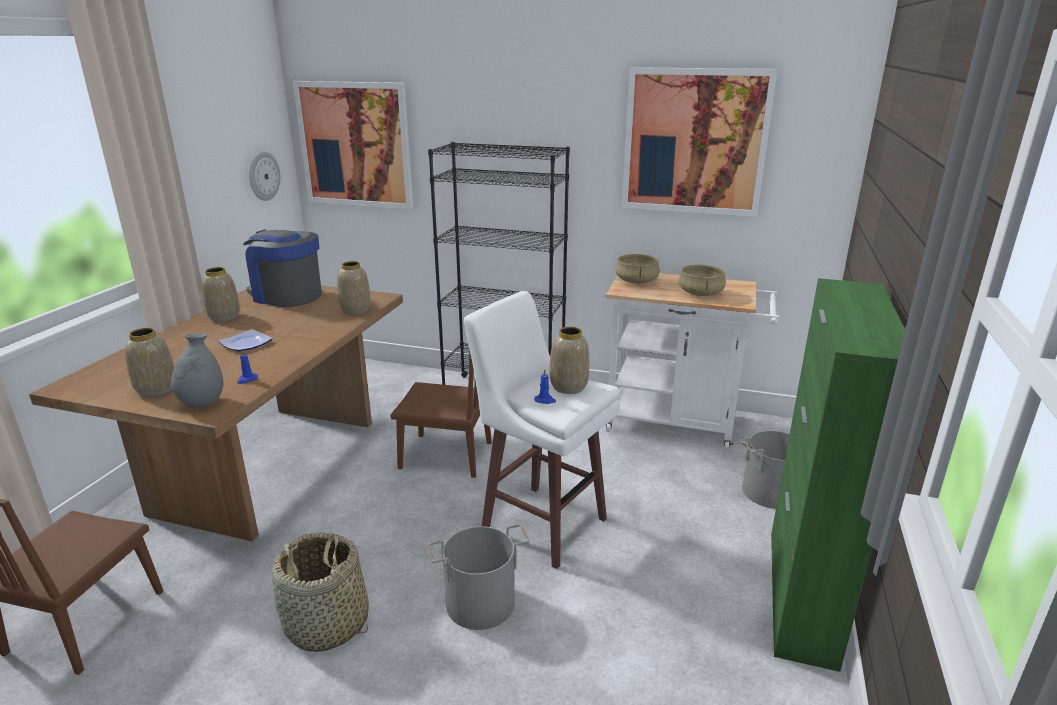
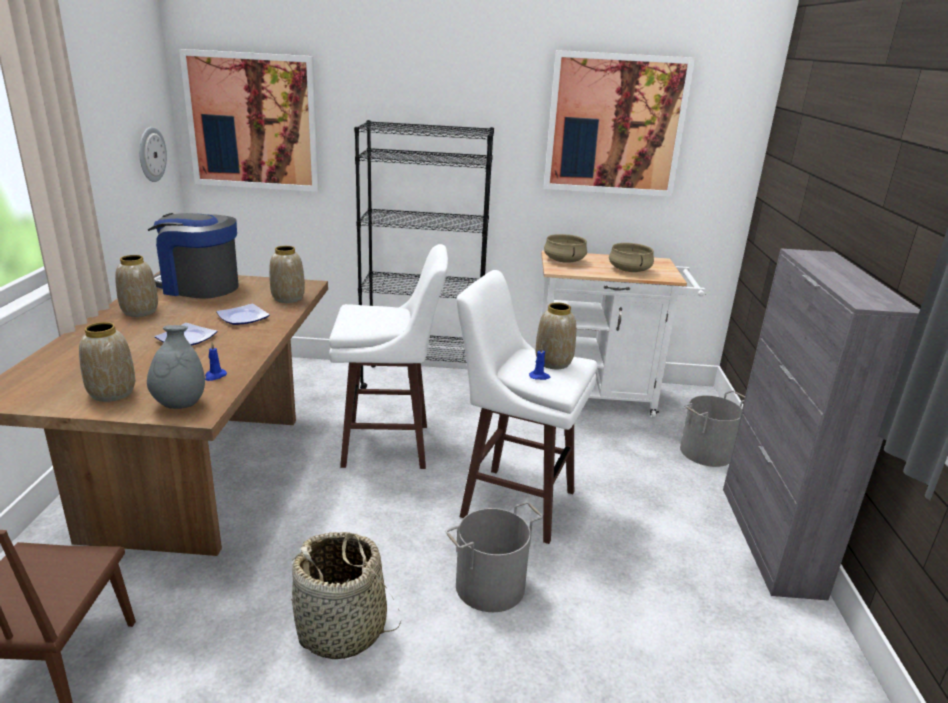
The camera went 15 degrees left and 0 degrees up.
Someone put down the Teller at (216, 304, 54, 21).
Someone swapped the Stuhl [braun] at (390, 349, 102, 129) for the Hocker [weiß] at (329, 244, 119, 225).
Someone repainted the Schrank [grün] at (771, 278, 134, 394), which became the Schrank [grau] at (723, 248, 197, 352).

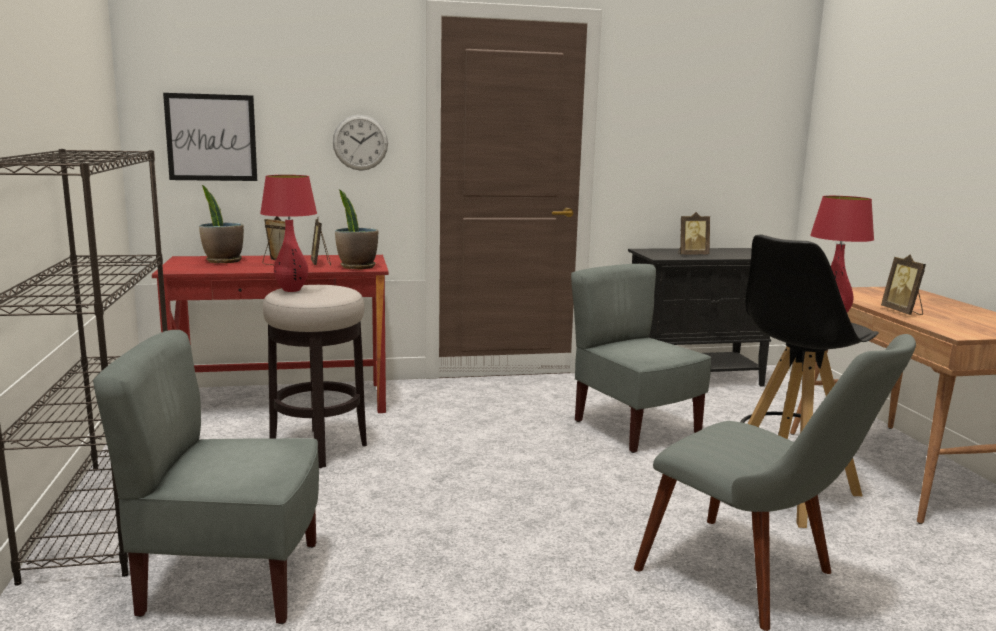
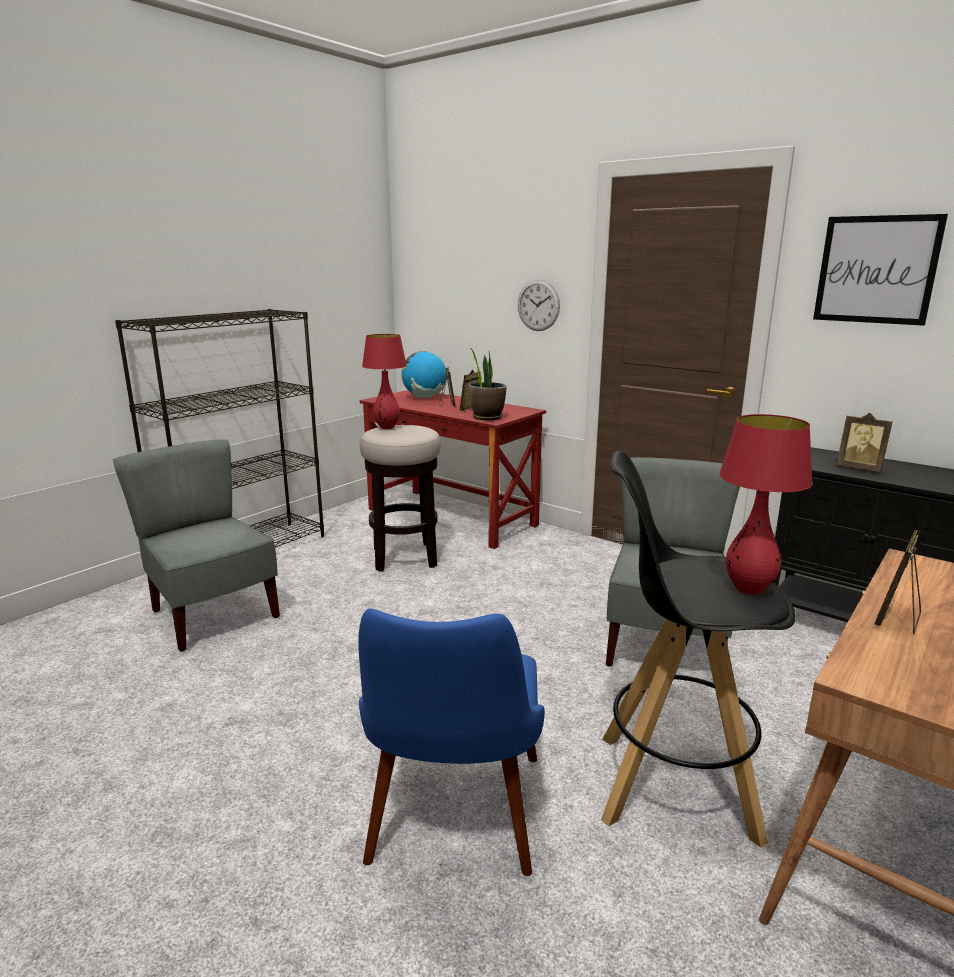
The camera went 50 degrees right and 5 degrees up.
Someone carried the Bild from (163, 93, 94, 88) to (813, 214, 135, 112).
Someone swapped the Topfpflanze at (199, 185, 45, 78) for the Globus at (401, 351, 46, 47).
Someone repainted the Stuhl [grau] at (634, 334, 282, 297), which became the Stuhl [blau] at (358, 608, 187, 268).

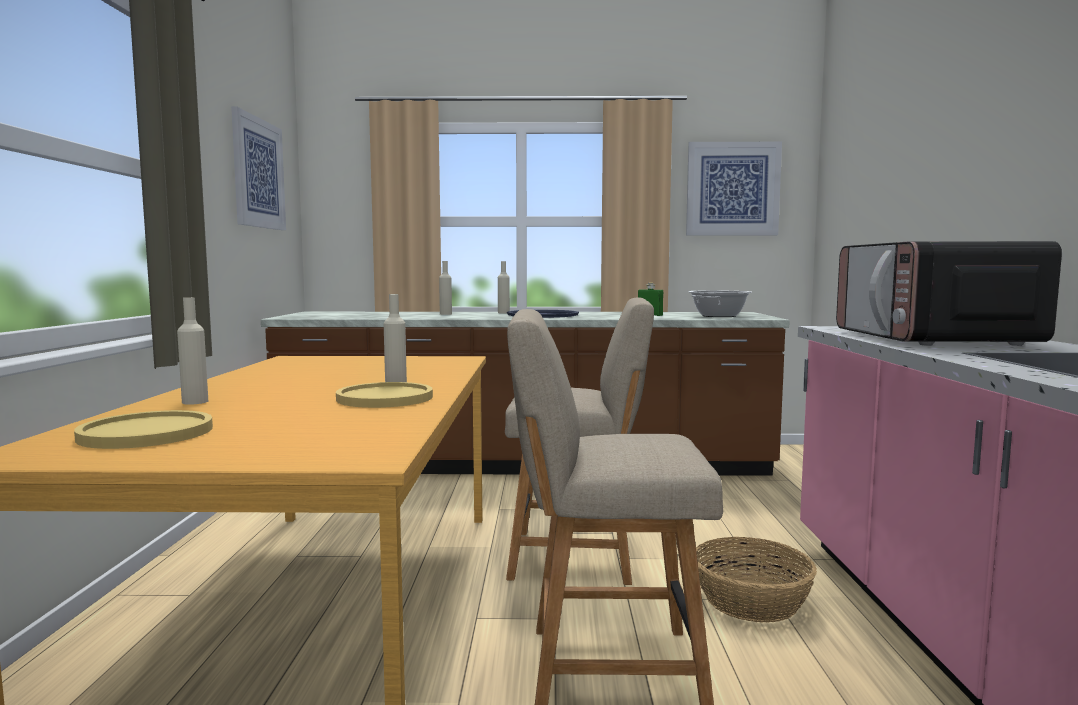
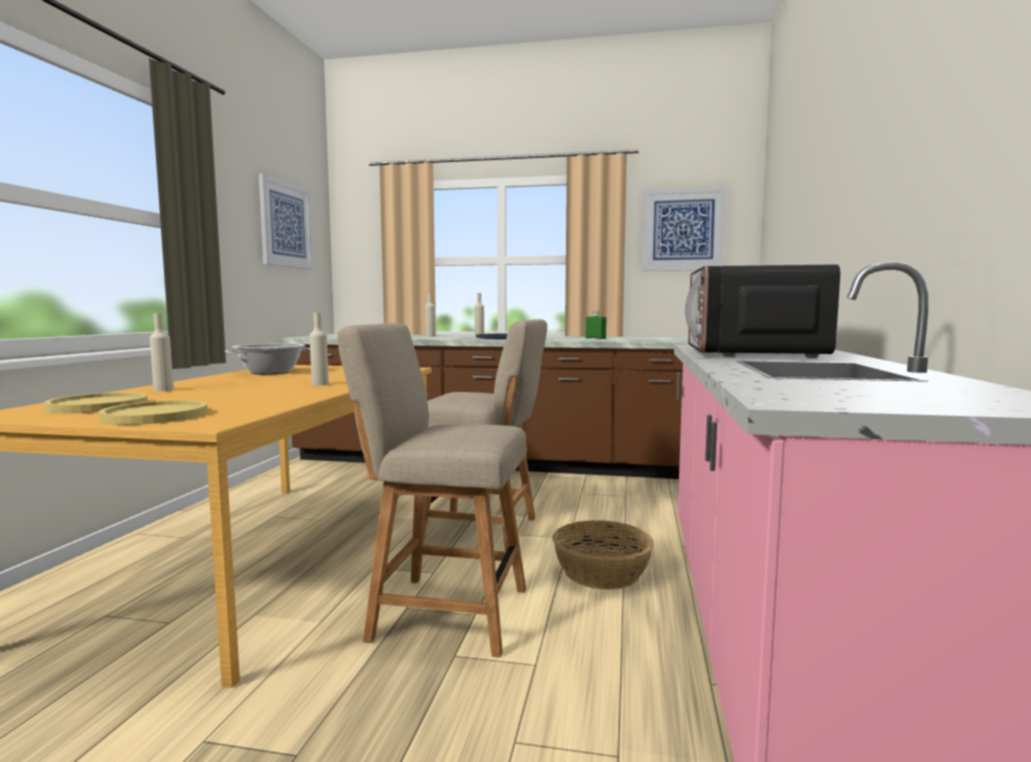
The camera went 10 degrees right and 0 degrees up.
Someone carried the Teller [gelb] from (336, 382, 97, 26) to (98, 400, 109, 25).
Someone carried the Kochtopf from (688, 290, 64, 27) to (225, 344, 85, 31).

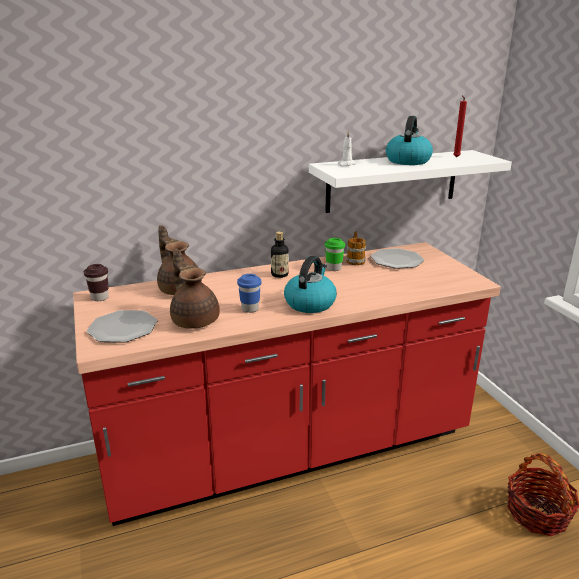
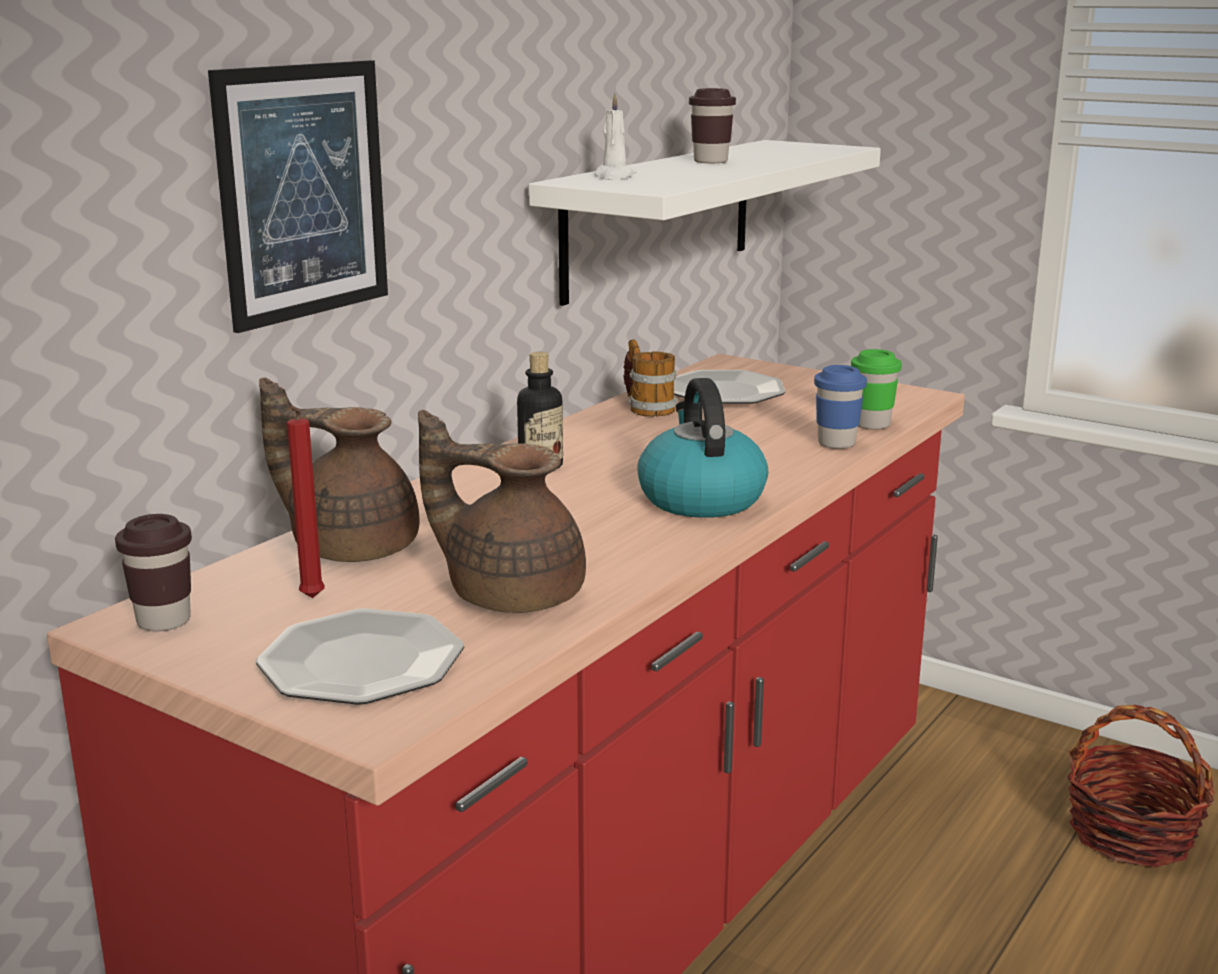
The camera went 35 degrees left and 5 degrees down.
Someone put up the Bild at (208, 60, 180, 273).
Someone carried the Tasse [blau] from (237, 274, 24, 39) to (814, 365, 53, 84).
Someone carried the Tasse [grün] from (325, 238, 20, 33) to (851, 349, 51, 81).
Someone carried the Kerze [rot] from (453, 95, 14, 62) to (287, 406, 38, 192).
Someone swapped the Wasserkessel at (386, 116, 47, 49) for the Tasse [braun] at (689, 88, 47, 75).

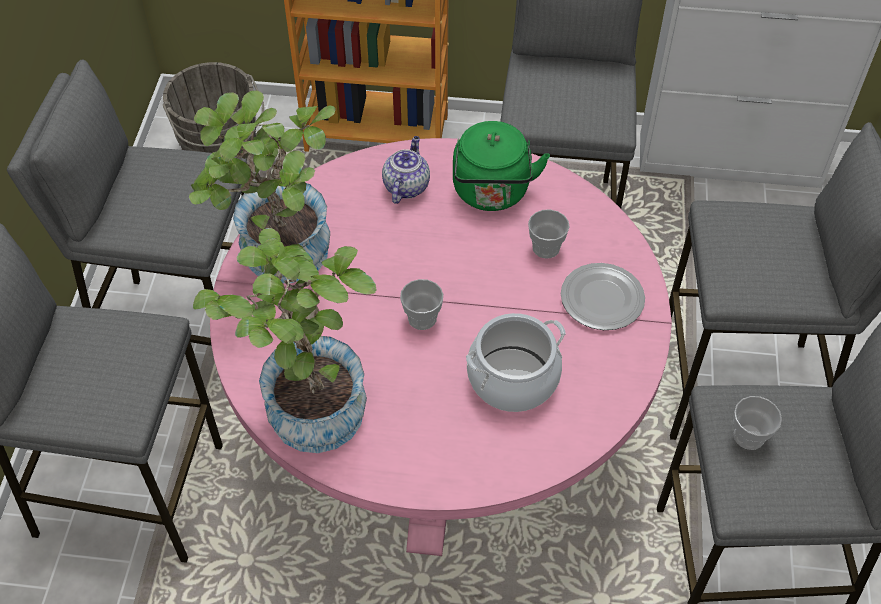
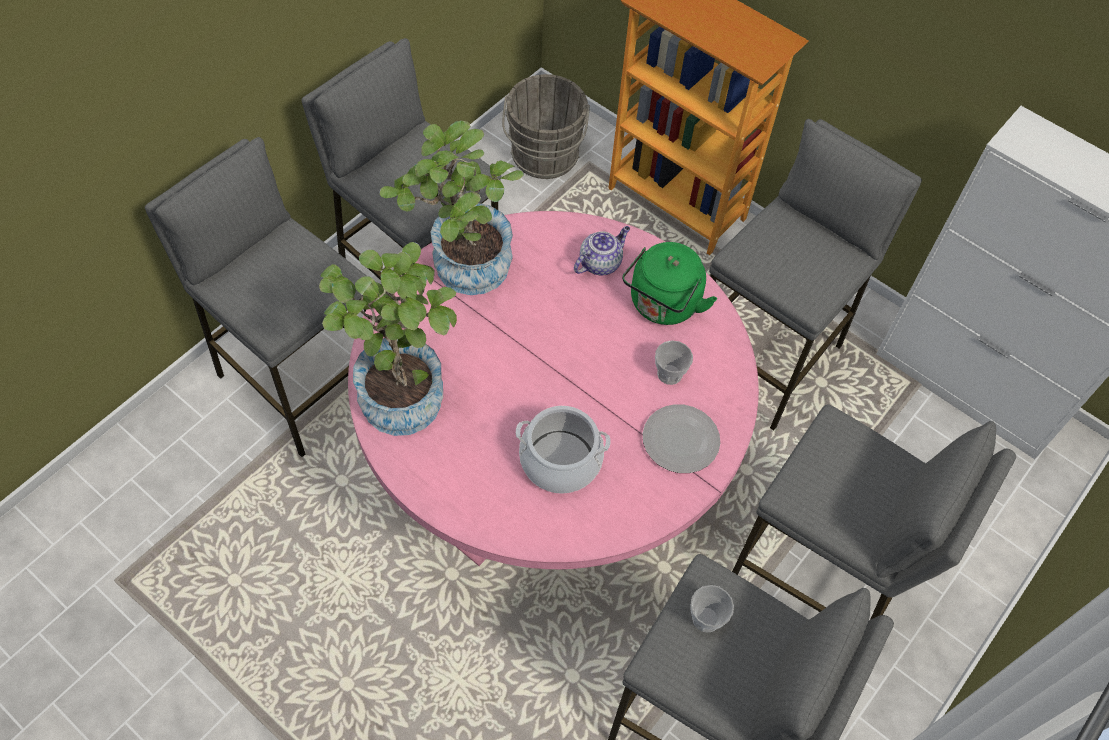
The camera went 30 degrees right and 5 degrees up.
Someone took away the Tasse at (400, 279, 43, 51).

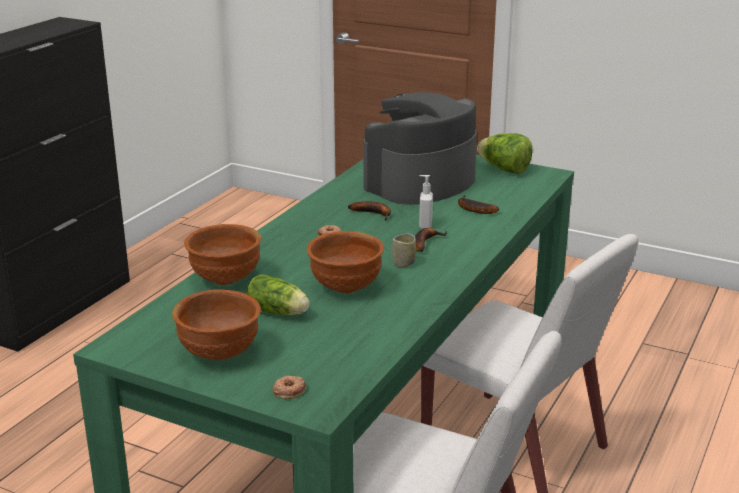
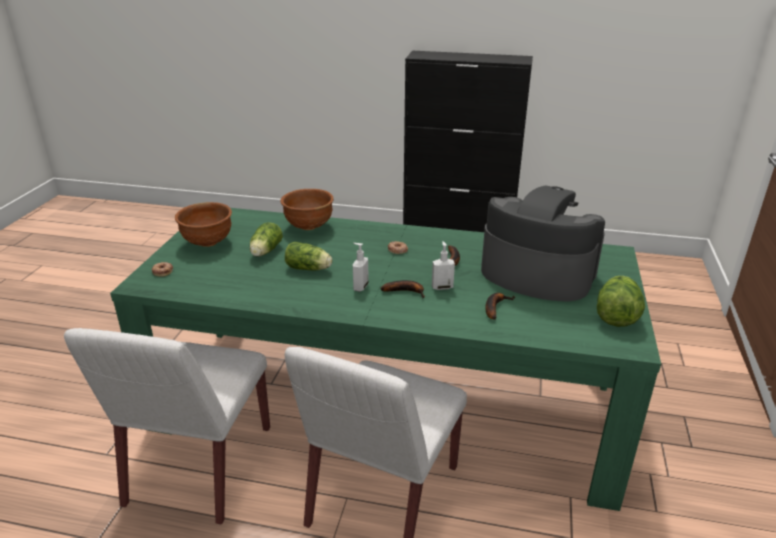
The camera went 75 degrees right and 5 degrees up.
Someone swapped the Schüssel [braun] at (307, 231, 77, 63) for the Salatkopf at (285, 242, 47, 28).
Someone swapped the Tasse at (392, 233, 24, 35) for the Seifenspender at (353, 243, 16, 48).

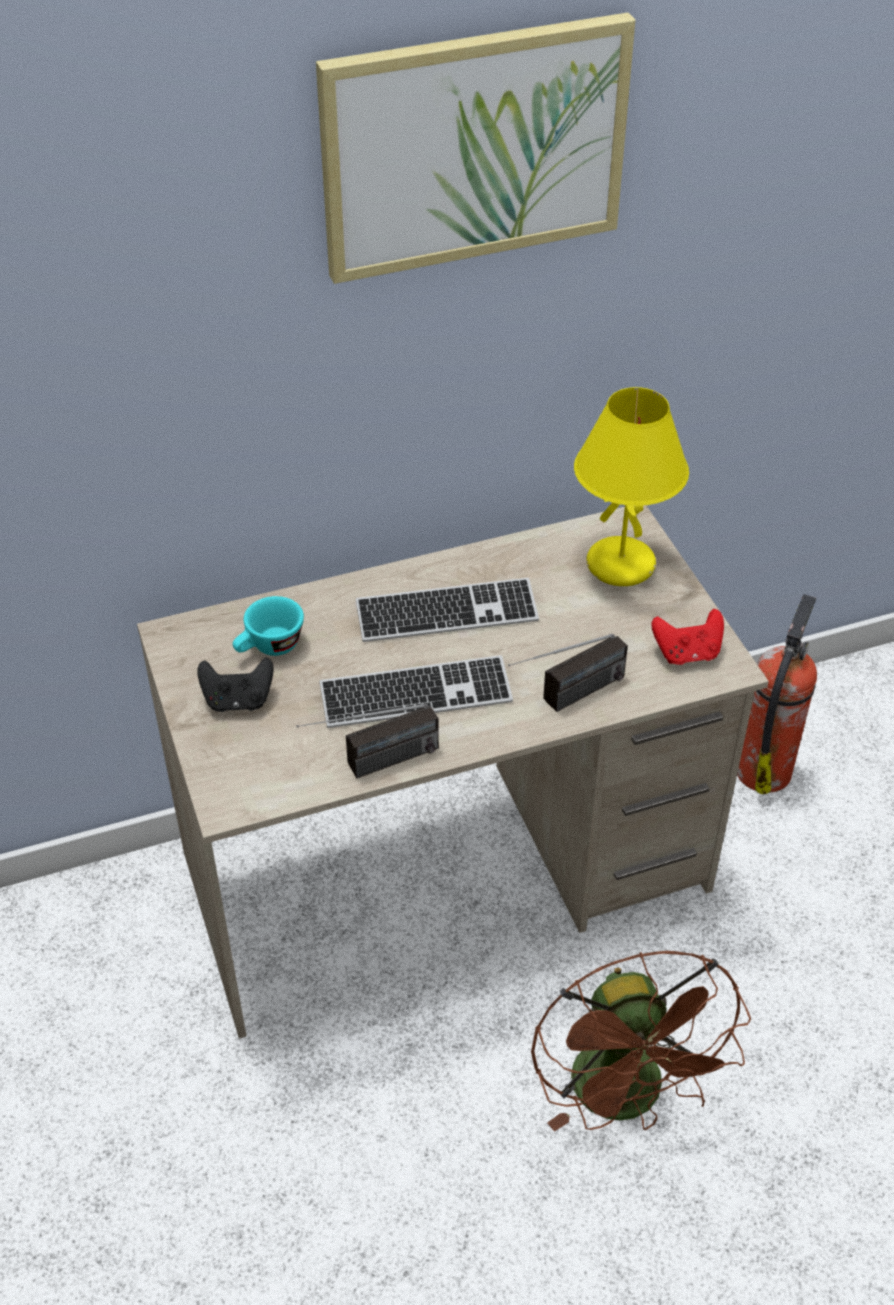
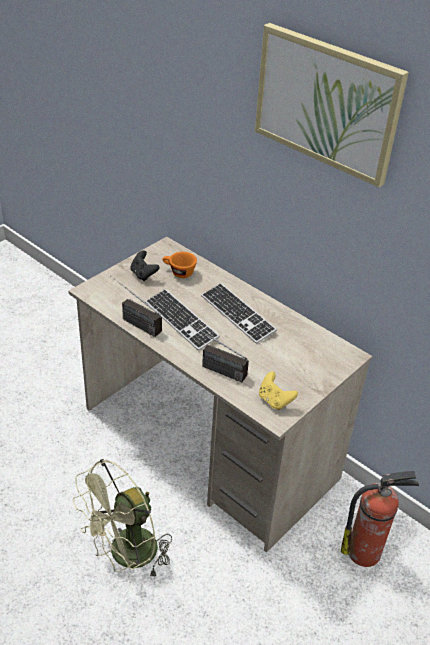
The camera went 60 degrees right and 5 degrees down.
Someone took away the Tischlampe [gelb] at (574, 387, 115, 199).
Someone repainted the Tasse [türkis] at (233, 596, 71, 60), which became the Tasse [orange] at (162, 252, 35, 26).
Someone repainted the Ventilator [braun] at (531, 951, 220, 181), which became the Ventilator [grün] at (73, 459, 99, 121).
Someone repainted the Gamepad [rot] at (651, 609, 73, 56), which became the Gamepad [gelb] at (259, 372, 39, 38).

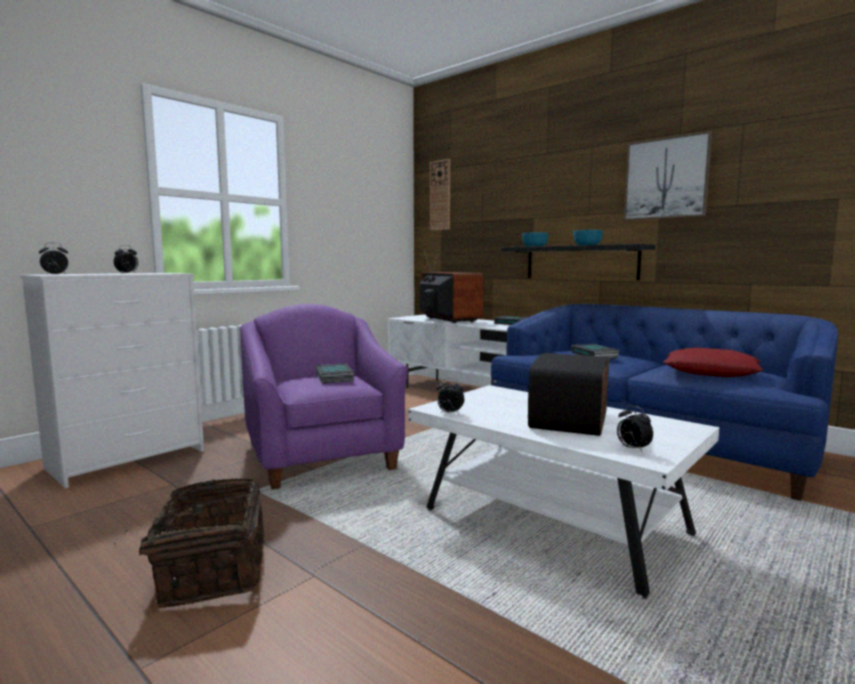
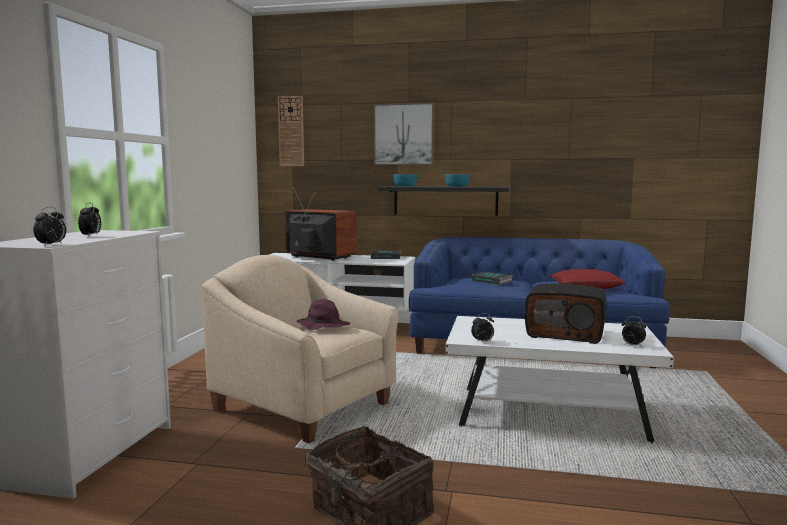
The camera went 30 degrees left and 0 degrees up.
Someone carried the Bild from (624, 131, 88, 90) to (373, 103, 61, 62).
Someone swapped the Buch at (316, 363, 38, 20) for the Hut [lila] at (297, 299, 53, 31).
Someone repainted the Sessel [lila] at (240, 304, 168, 185), which became the Sessel [beige] at (202, 255, 196, 188).
Someone rotated the Radio at (528, 353, 81, 83) by 60 degrees counterclockwise.

